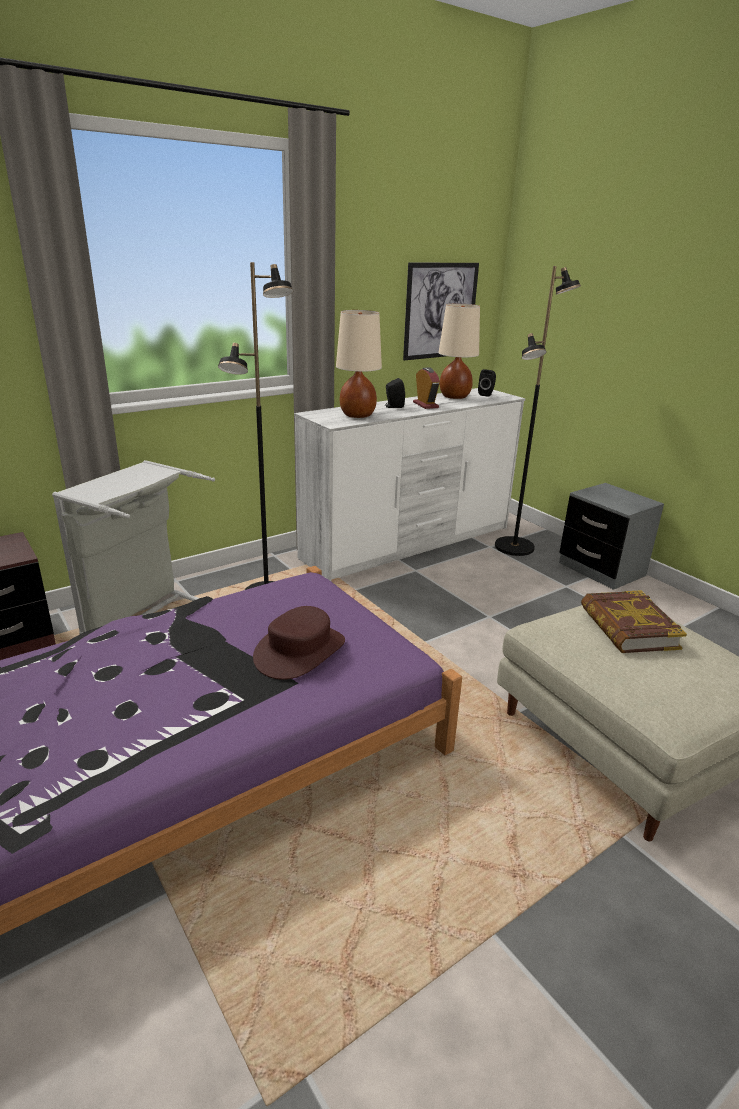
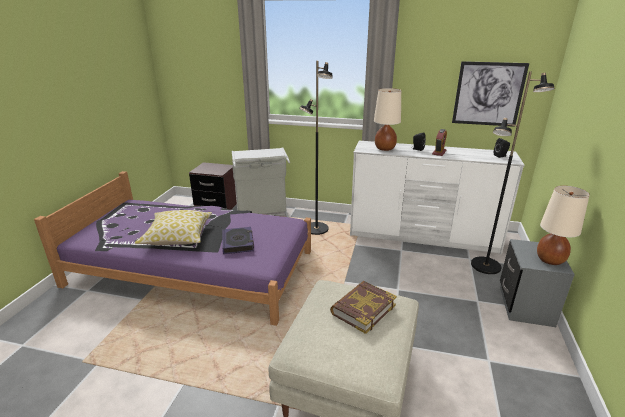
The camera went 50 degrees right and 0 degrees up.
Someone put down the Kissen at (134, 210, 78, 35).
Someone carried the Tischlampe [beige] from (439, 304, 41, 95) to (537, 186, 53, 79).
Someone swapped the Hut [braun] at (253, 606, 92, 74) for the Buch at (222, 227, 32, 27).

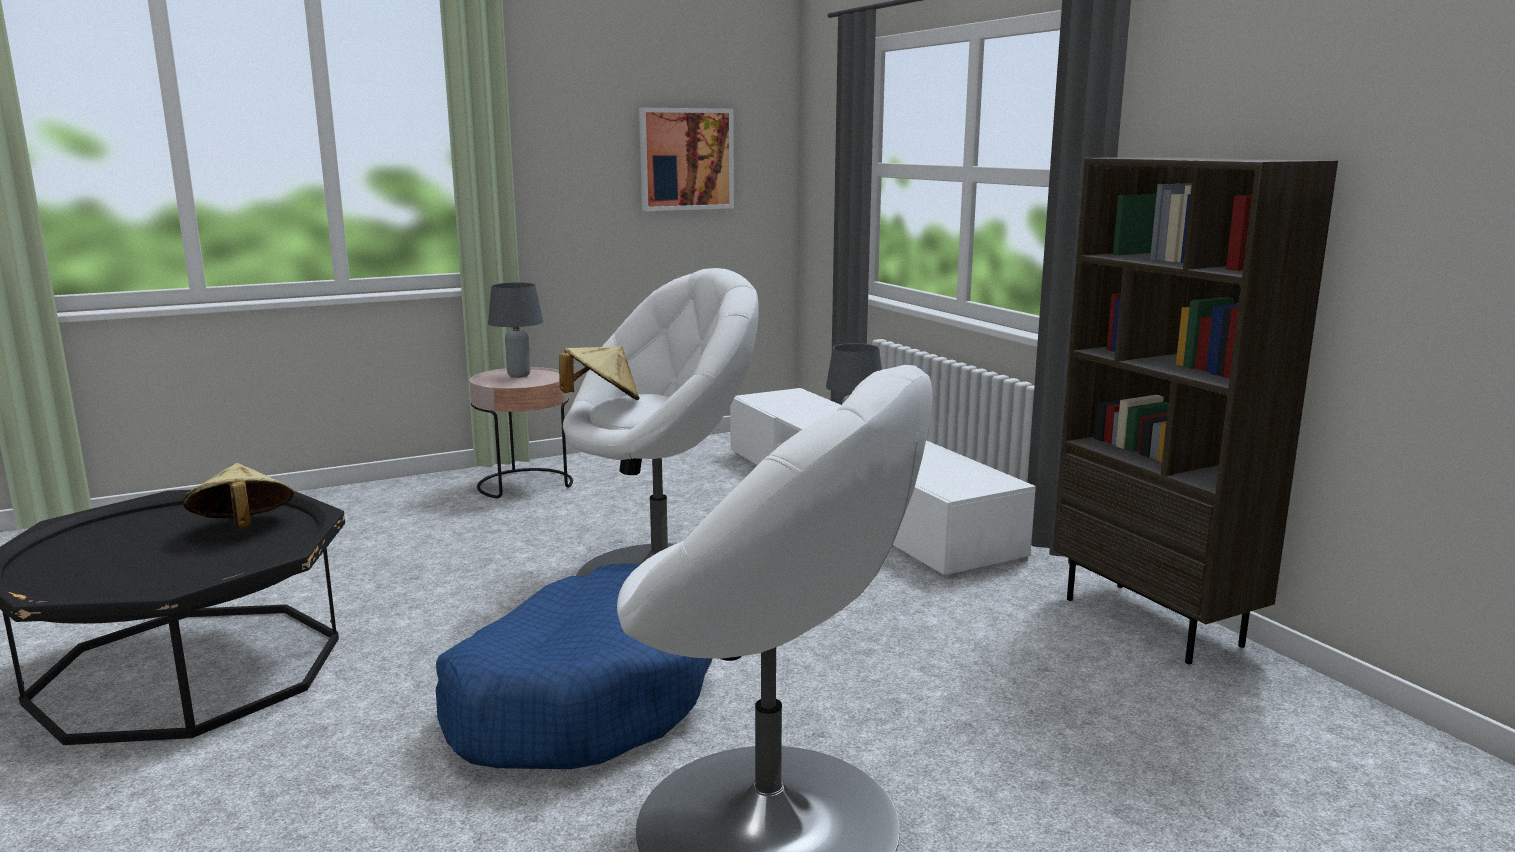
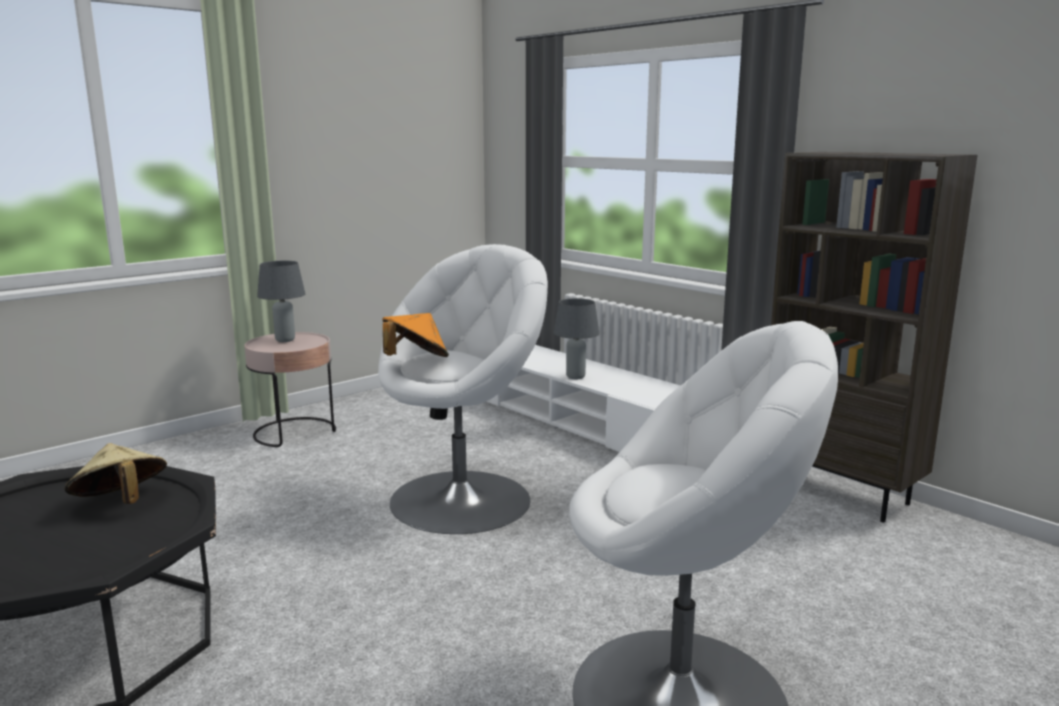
The camera went 15 degrees left and 0 degrees up.
Someone took away the Hundebett [blau] at (436, 564, 276, 205).
Someone took away the Bild at (639, 108, 95, 103).
Someone repainted the Hut [beige] at (559, 346, 81, 54), which became the Hut [orange] at (382, 313, 67, 44).

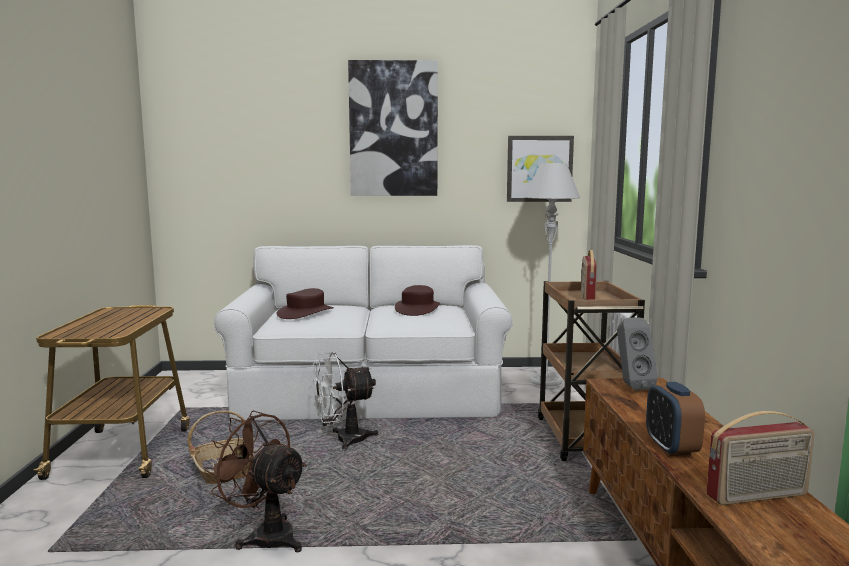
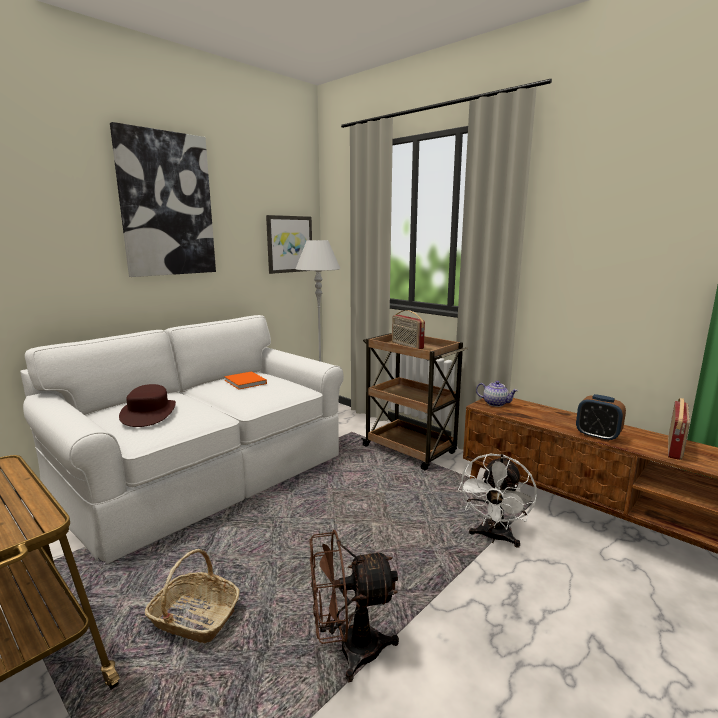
The camera went 45 degrees left and 5 degrees up.
Someone carried the Ventilator [weiß] from (313, 352, 65, 98) to (458, 454, 79, 94).
Someone swapped the Hut [braun] at (395, 285, 45, 31) for the Buch [orange] at (224, 371, 43, 18).
Someone swapped the Lautsprecher [grau] at (617, 317, 41, 73) for the Teekanne at (476, 381, 42, 26).

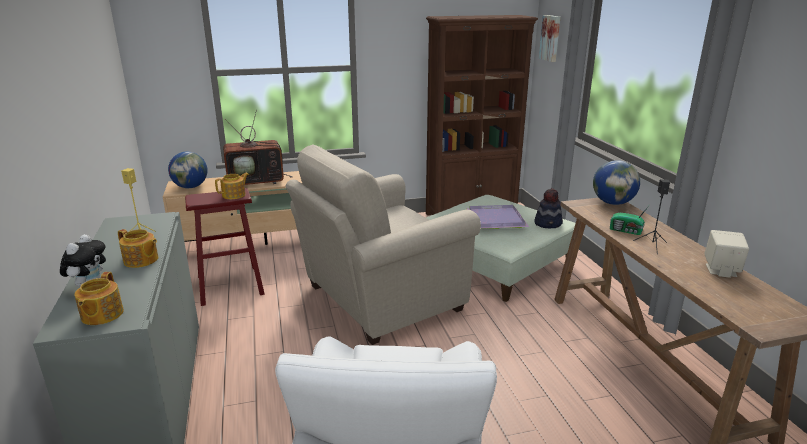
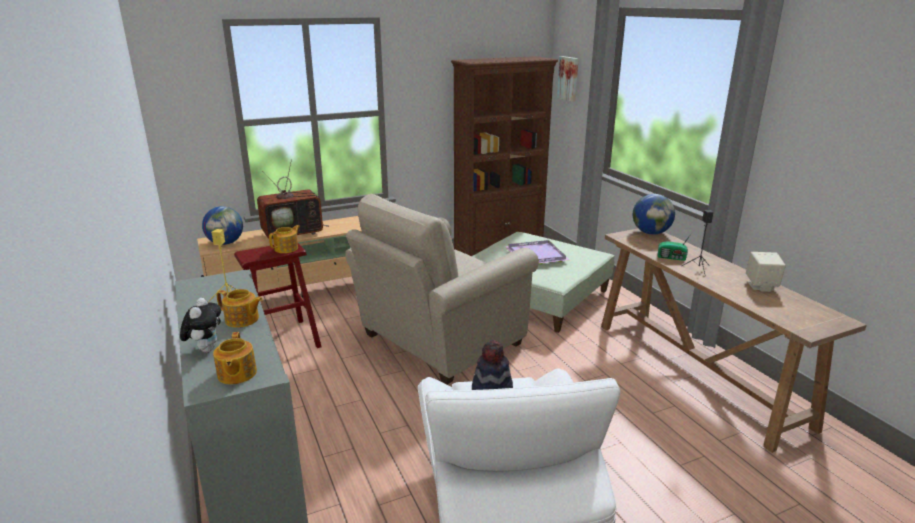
The camera went 10 degrees left and 0 degrees up.
Someone carried the Hut from (534, 188, 29, 40) to (472, 340, 41, 50).

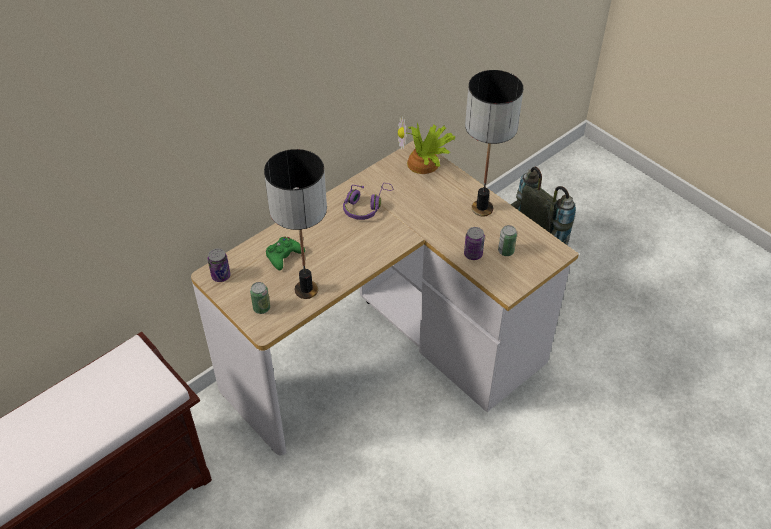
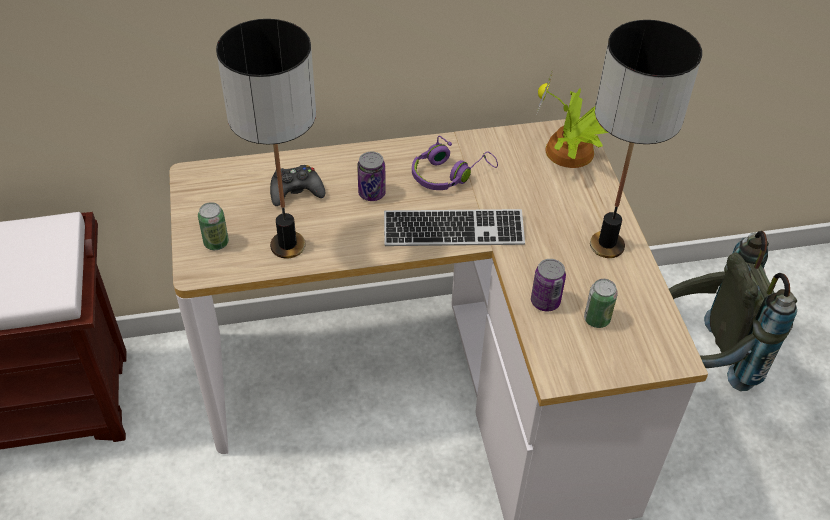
The camera went 30 degrees right and 0 degrees up.
Someone put down the Tastatur at (384, 209, 141, 37).
Someone carried the Dose from (208, 248, 22, 34) to (357, 152, 29, 49).
Someone repainted the Gamepad [grün] at (266, 236, 39, 34), which became the Gamepad [schwarz] at (270, 165, 55, 41).

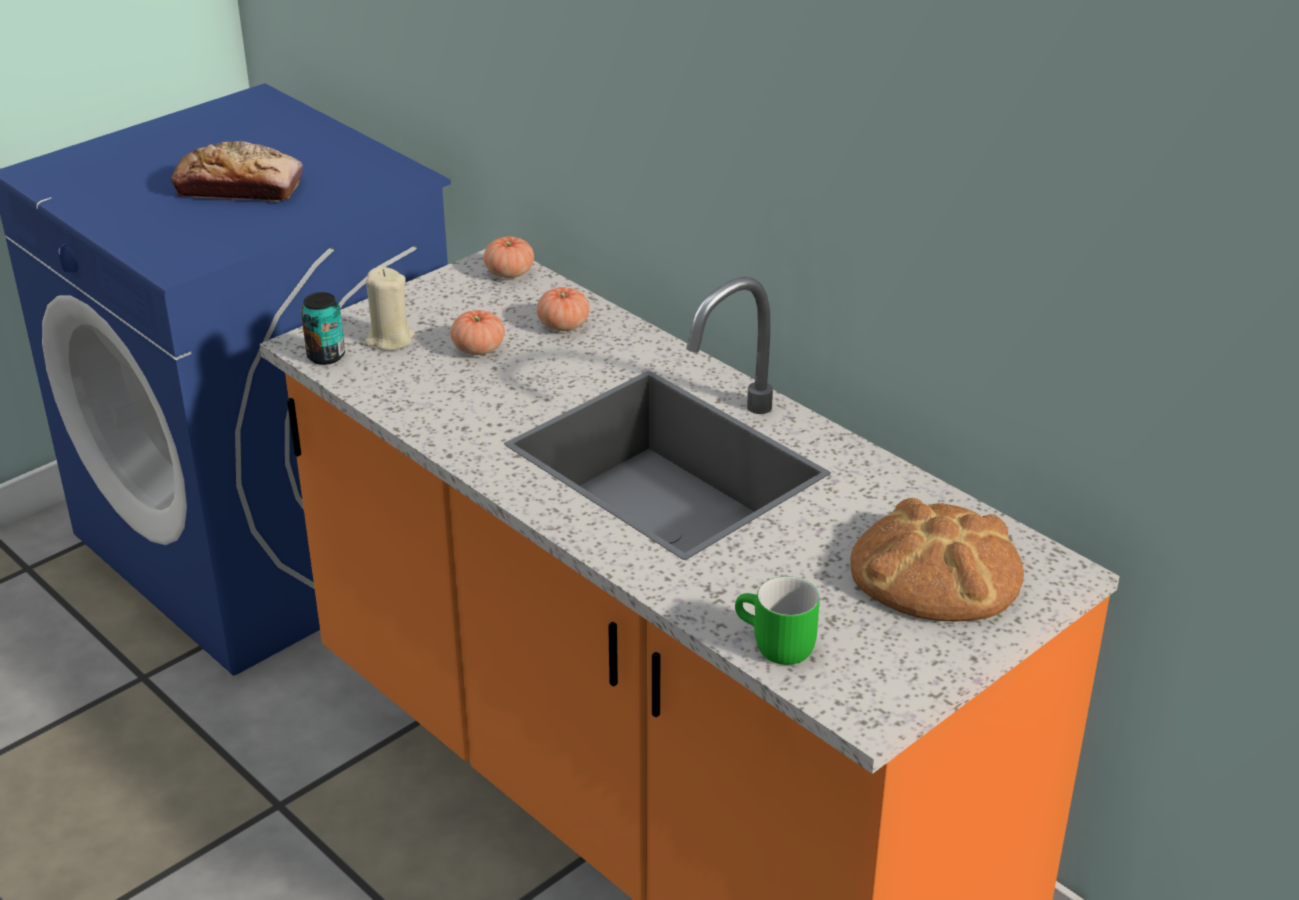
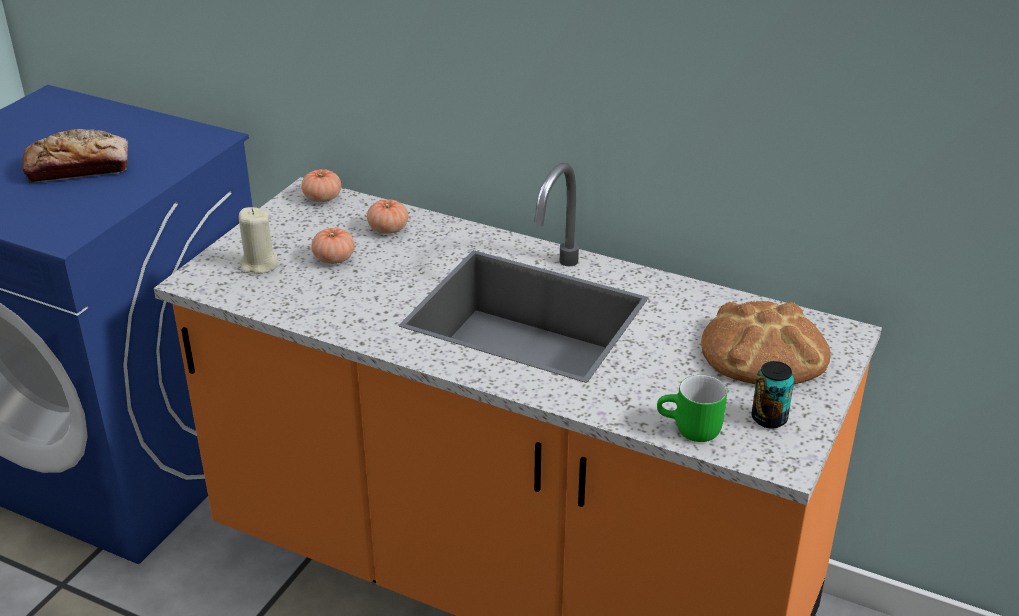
The camera went 20 degrees left and 0 degrees up.
Someone carried the Dose from (301, 292, 44, 73) to (752, 361, 42, 67).

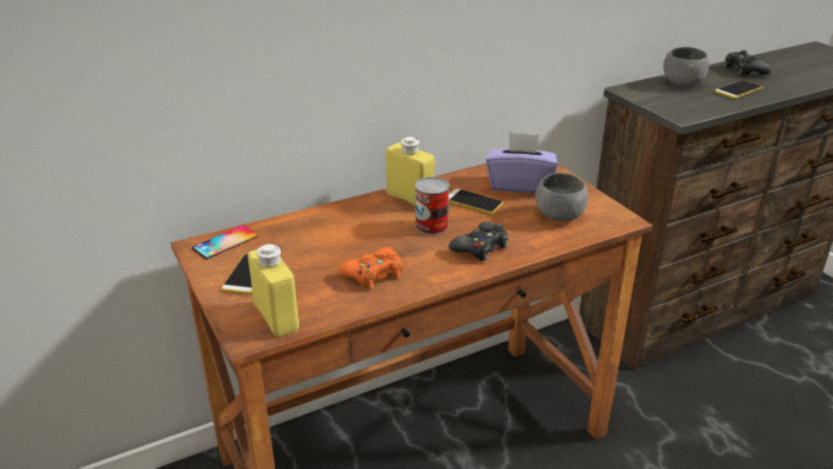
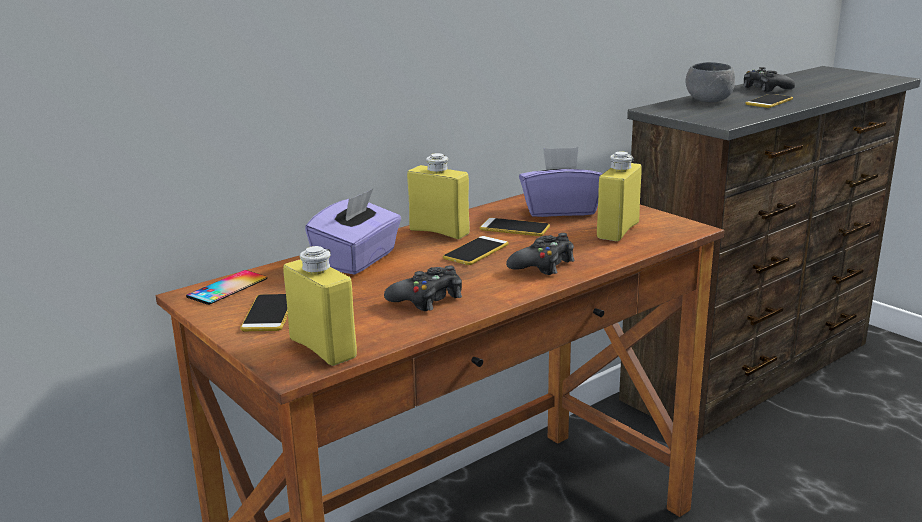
The camera went 10 degrees left and 10 degrees down.
Someone put down the Taschentuchbox [lila] at (305, 189, 96, 86).
Someone swapped the Dose at (415, 177, 35, 58) for the Handy at (443, 236, 66, 29).
Someone swapped the Schüssel [grau] at (535, 173, 53, 48) for the Flasche [gelb] at (597, 152, 45, 89).
Someone repainted the Gamepad [orange] at (339, 247, 63, 42), which became the Gamepad [schwarz] at (384, 266, 78, 45).

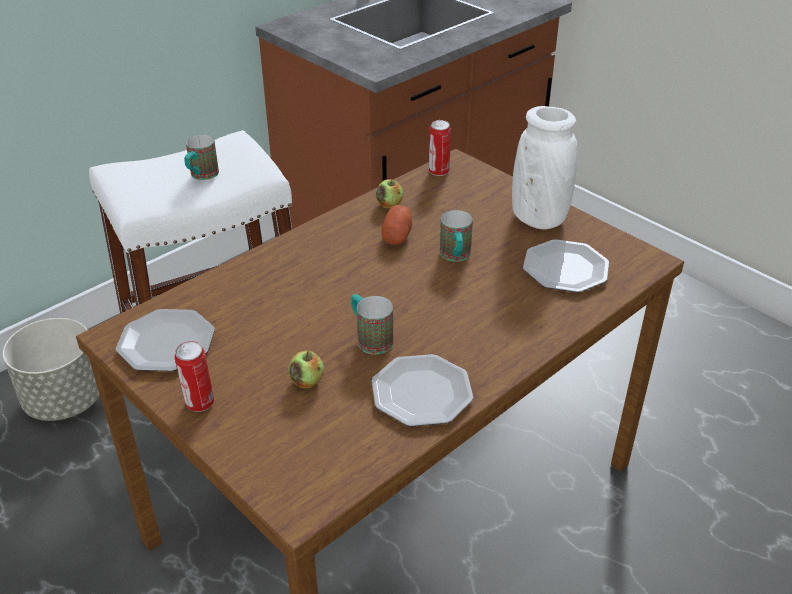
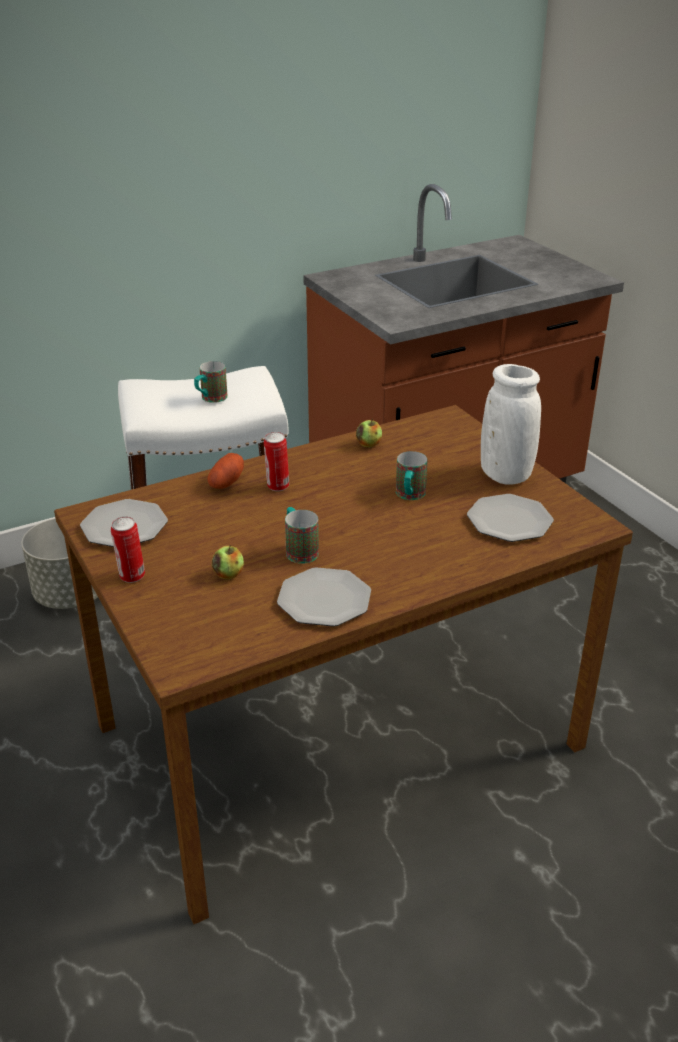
The camera went 15 degrees right and 5 degrees down.
Someone carried the Kartoffel from (382, 205, 30, 40) to (207, 453, 37, 36).
Someone carried the Dose from (429, 120, 22, 56) to (264, 432, 25, 59).

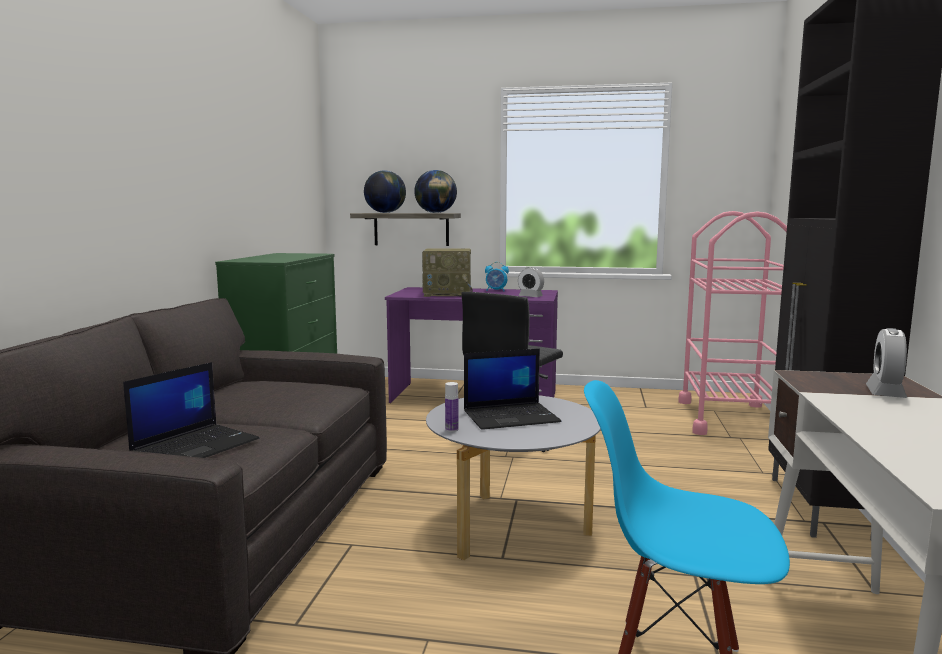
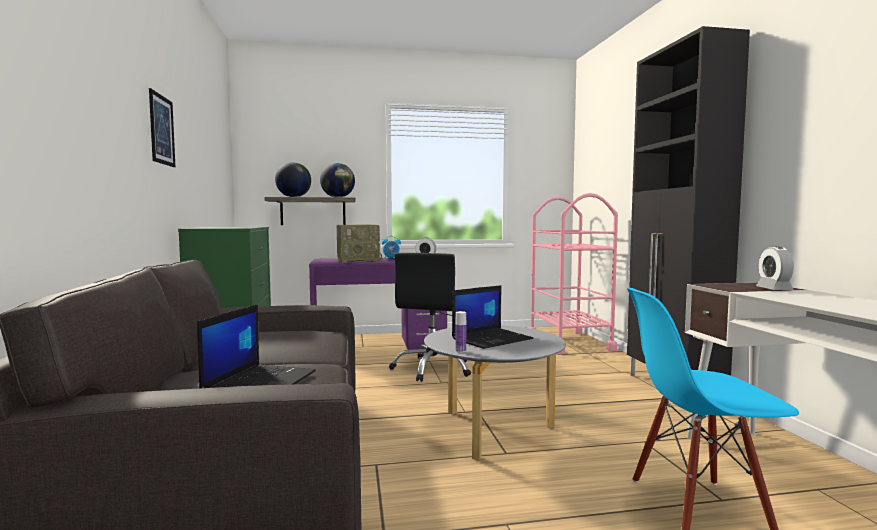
The camera went 20 degrees left and 5 degrees down.
Someone put up the Bild at (149, 88, 26, 79).

